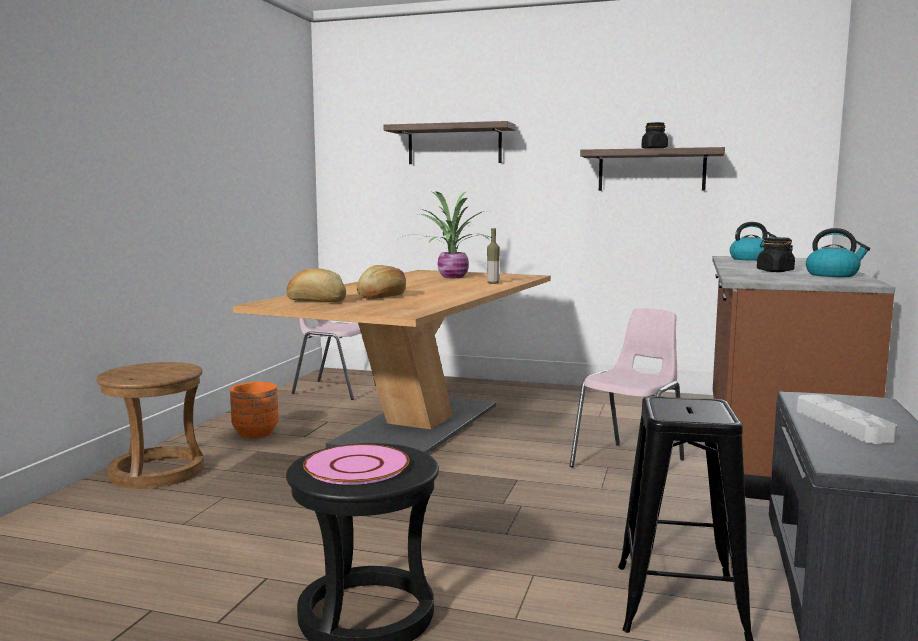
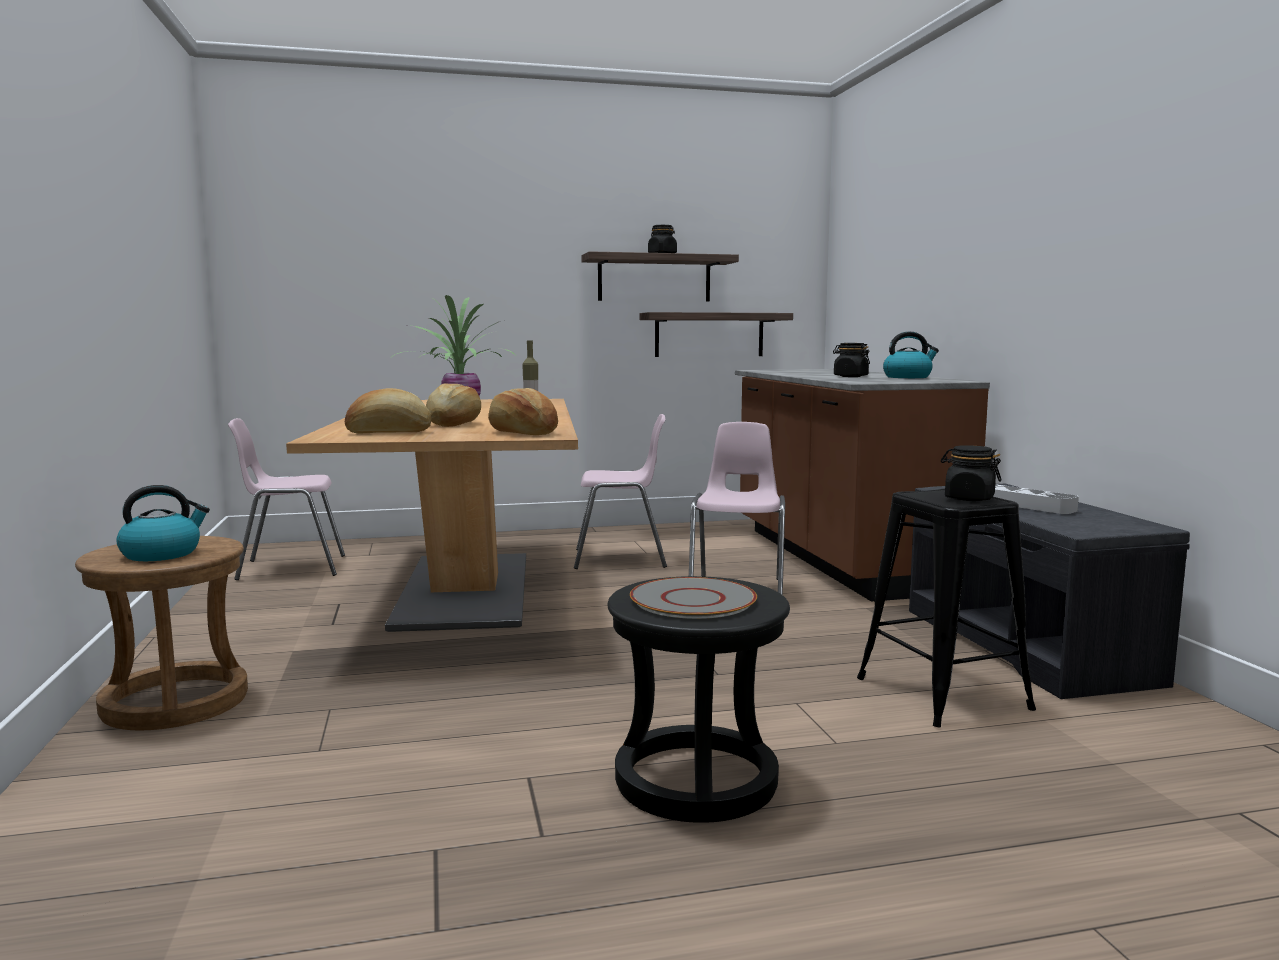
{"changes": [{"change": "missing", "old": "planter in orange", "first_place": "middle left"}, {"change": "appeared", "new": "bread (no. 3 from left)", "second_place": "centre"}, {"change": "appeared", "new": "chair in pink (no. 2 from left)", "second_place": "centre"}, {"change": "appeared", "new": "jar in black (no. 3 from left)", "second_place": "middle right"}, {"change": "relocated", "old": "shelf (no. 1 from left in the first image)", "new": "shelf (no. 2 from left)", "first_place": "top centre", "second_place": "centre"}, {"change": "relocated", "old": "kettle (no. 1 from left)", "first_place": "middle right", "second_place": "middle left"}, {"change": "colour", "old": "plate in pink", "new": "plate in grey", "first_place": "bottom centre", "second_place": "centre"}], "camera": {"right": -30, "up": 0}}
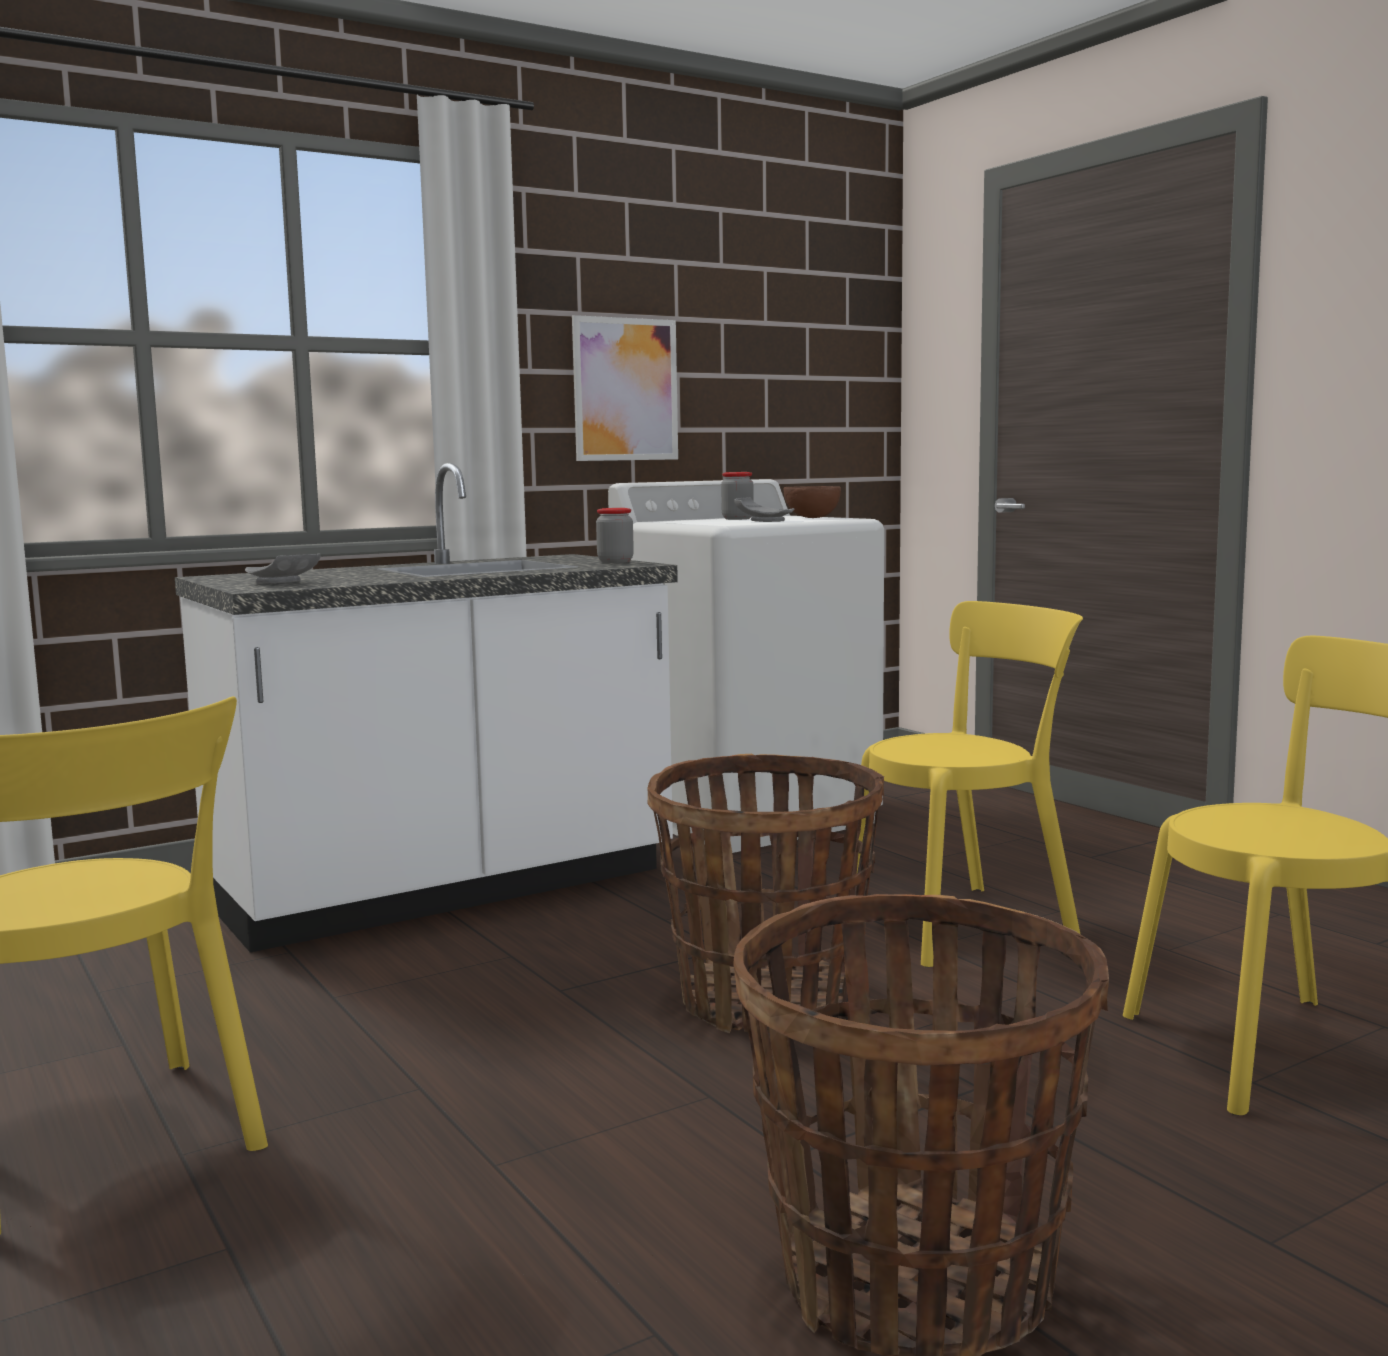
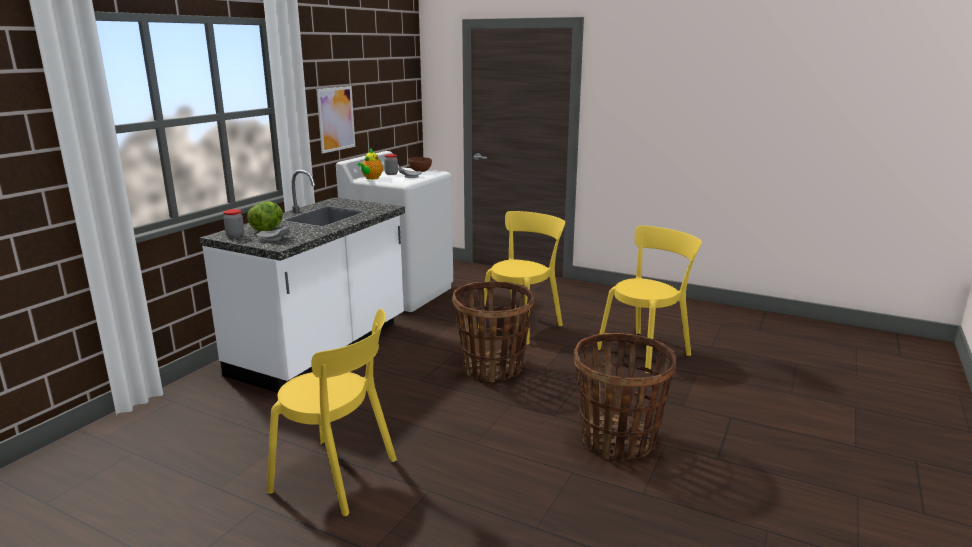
{"changes": [{"change": "appeared", "new": "lettuce", "second_place": "middle left"}, {"change": "appeared", "new": "teapot", "second_place": "top centre"}, {"change": "relocated", "old": "jar (no. 1 from left)", "first_place": "centre", "second_place": "middle left"}], "camera": {"right": -30, "up": 10}}
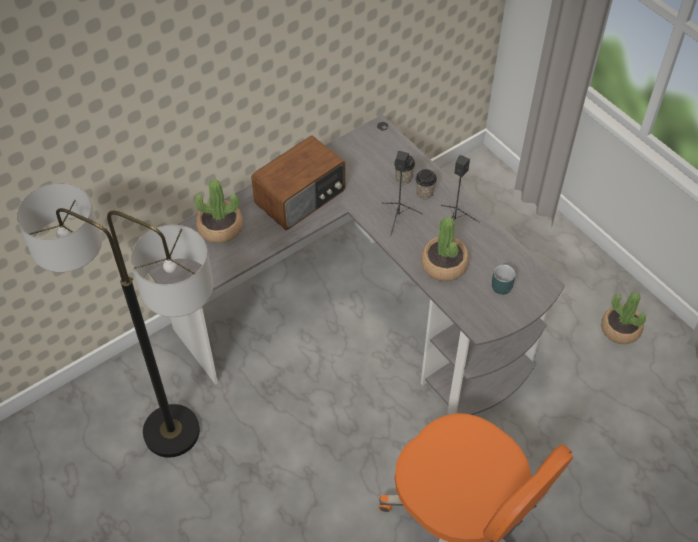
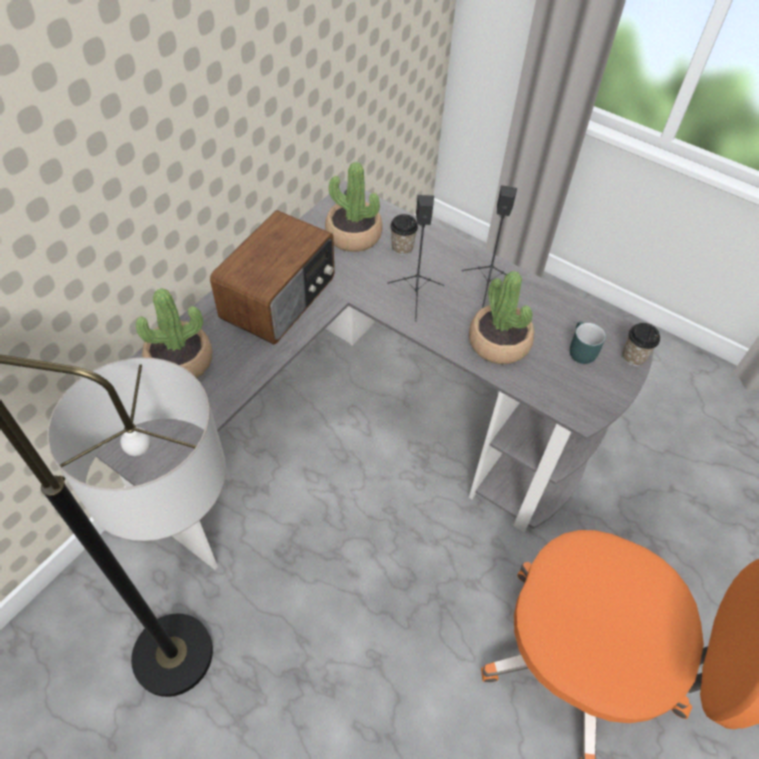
{"changes": [{"change": "relocated", "old": "cup (no. 2 from left)", "first_place": "centre", "second_place": "middle right"}, {"change": "relocated", "old": "potted plant (no. 3 from left in the first image)", "new": "potted plant (no. 2 from left)", "first_place": "middle right", "second_place": "top centre"}], "camera": {"right": -20, "up": 0}}
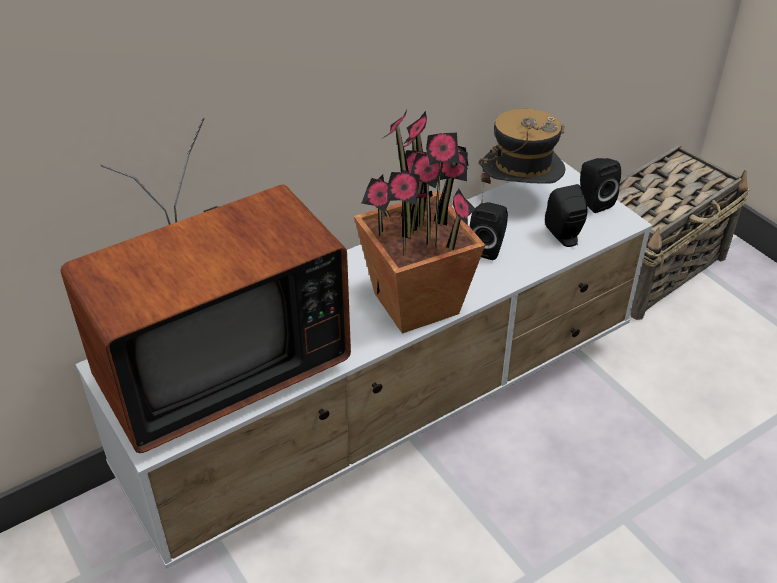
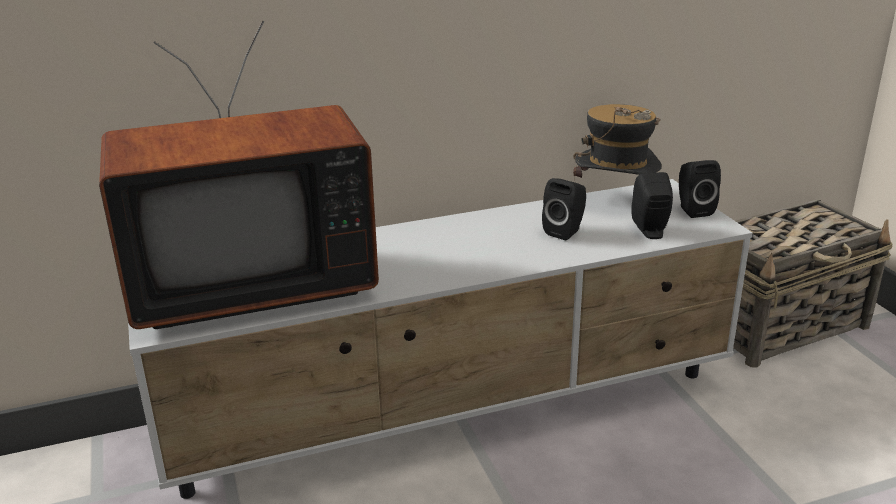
{"changes": [{"change": "missing", "old": "potted plant", "first_place": "centre"}], "camera": {"right": 15, "up": -15}}
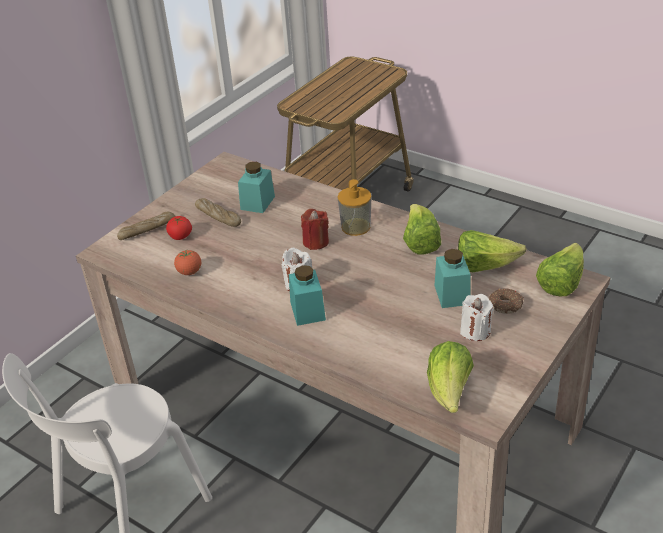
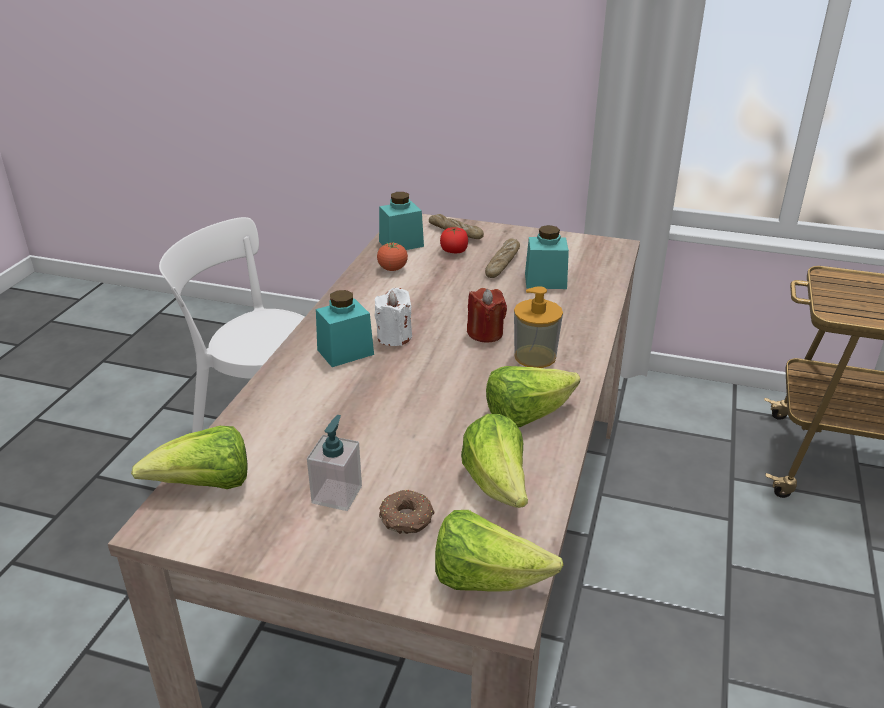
{"changes": [{"change": "relocated", "old": "jar in turquoise (no. 3 from left in the first image)", "new": "jar in turquoise (no. 2 from left)", "first_place": "middle right", "second_place": "top centre"}, {"change": "exchanged", "old": "candle in white (no. 2 from left)", "new": "soap dispenser (no. 1 from left)", "first_place": "middle right", "second_place": "centre"}], "camera": {"right": 70, "up": -5}}
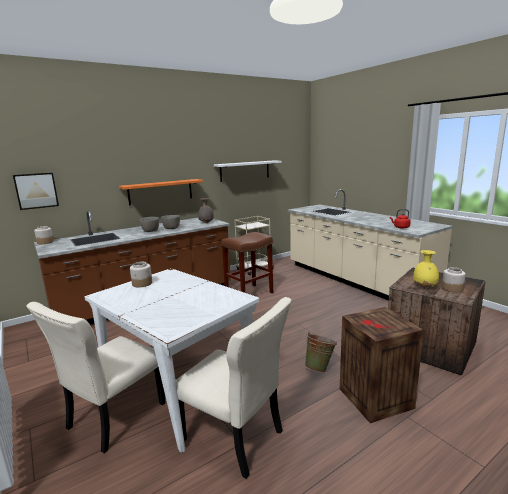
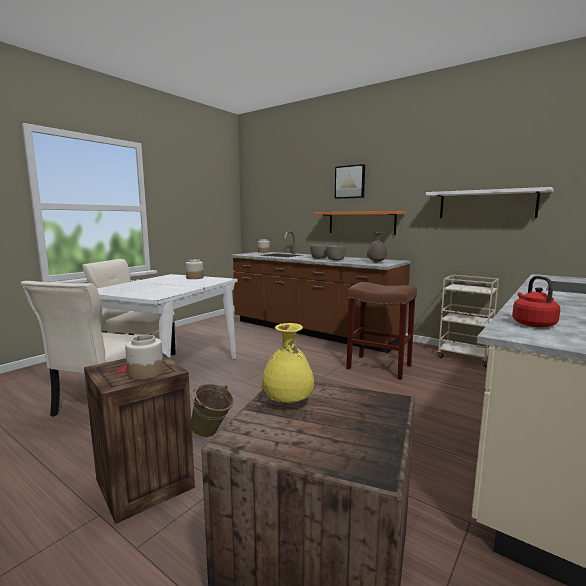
{"changes": [{"change": "relocated", "old": "picture", "first_place": "middle left", "second_place": "top centre"}, {"change": "relocated", "old": "jar (no. 3 from left in the first image)", "new": "jar (no. 1 from left)", "first_place": "middle right", "second_place": "middle left"}], "camera": {"right": 70, "up": -5}}
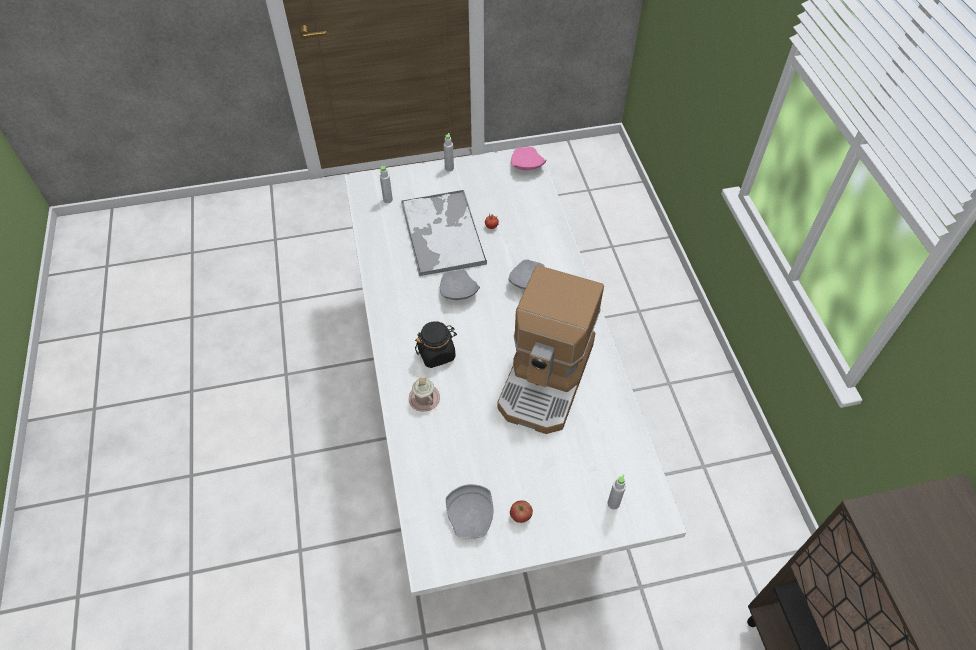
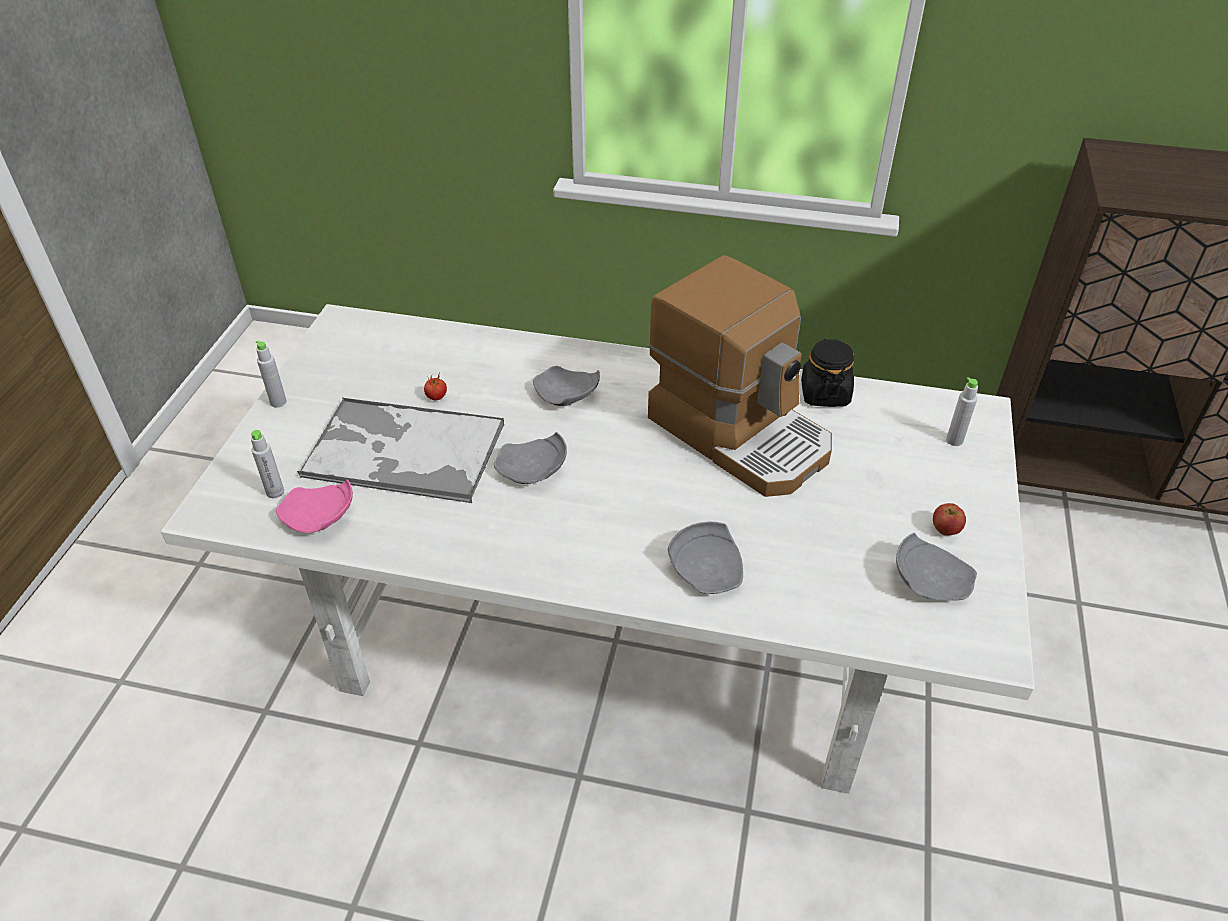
{"changes": [{"change": "relocated", "old": "jar in black", "first_place": "centre", "second_place": "middle right"}, {"change": "relocated", "old": "plate in pink", "first_place": "top centre", "second_place": "middle left"}, {"change": "exchanged", "old": "mug in pink", "new": "plate in grey (no. 3 from left)", "first_place": "centre", "second_place": "centre"}], "camera": {"right": -65, "up": -10}}
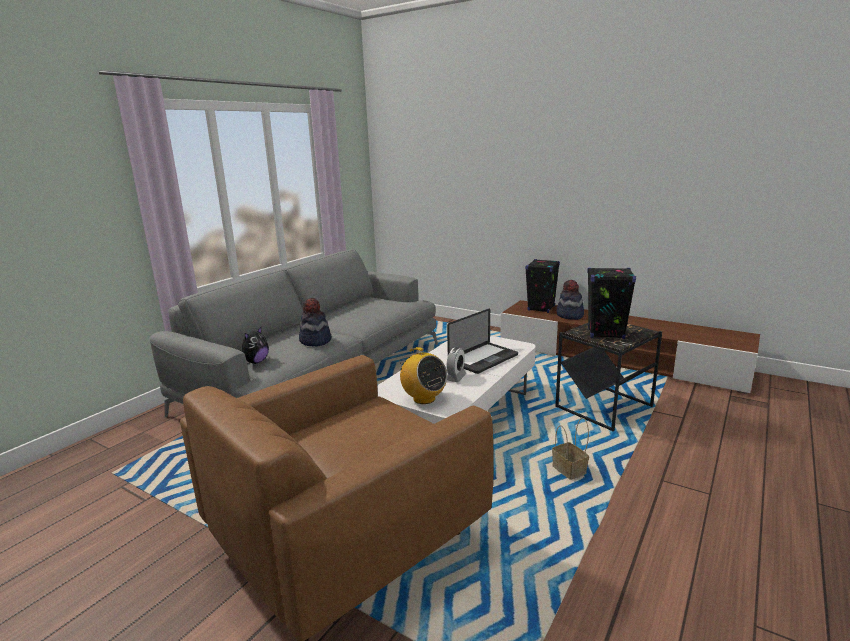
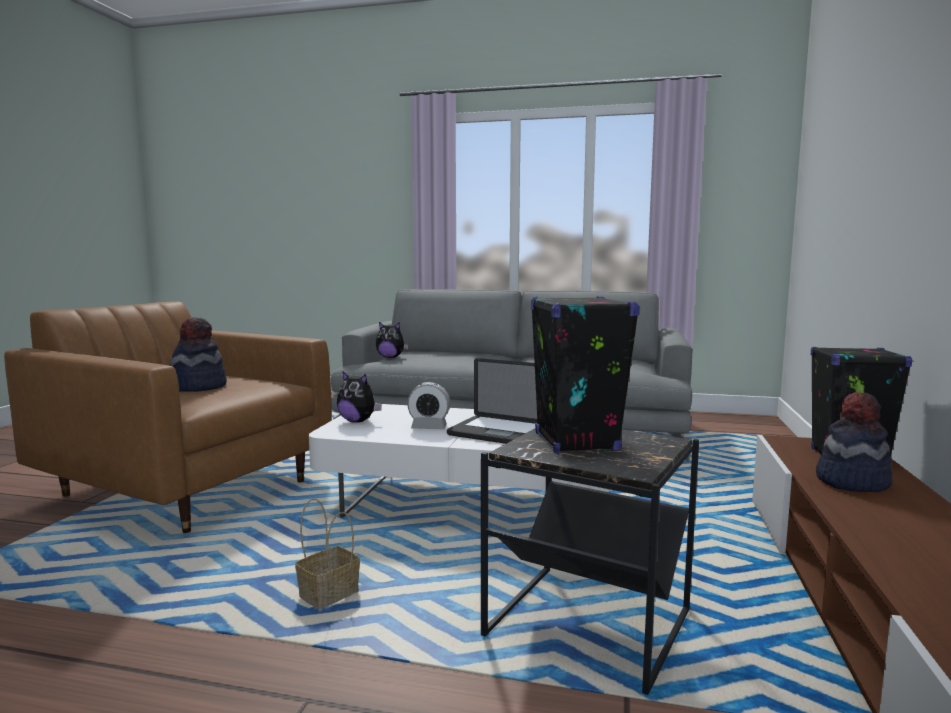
{"changes": [{"change": "relocated", "old": "hat (no. 1 from left)", "first_place": "centre", "second_place": "middle left"}, {"change": "exchanged", "old": "radio", "new": "plush toy (no. 1 from left)", "first_place": "centre", "second_place": "centre"}], "camera": {"right": 70, "up": -10}}
